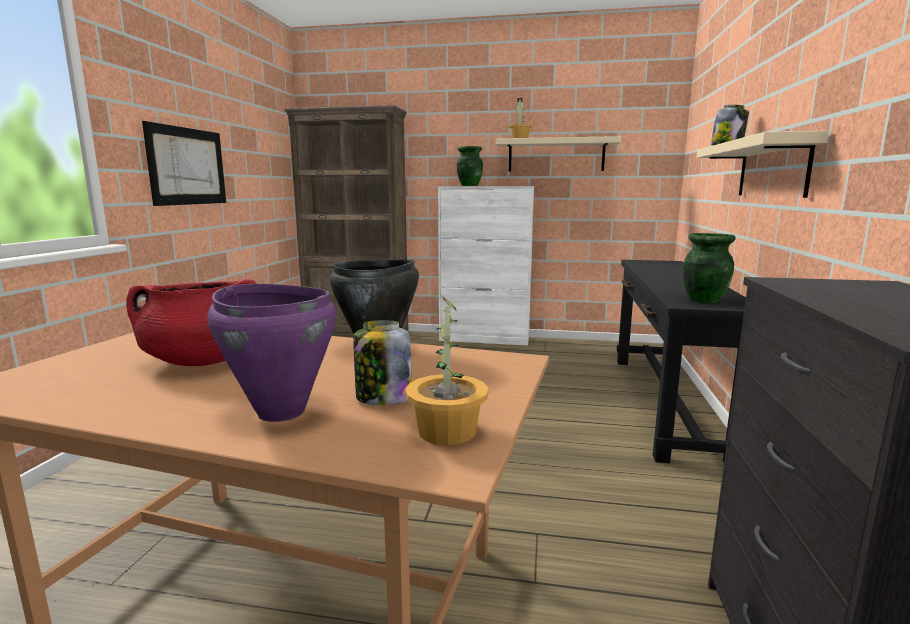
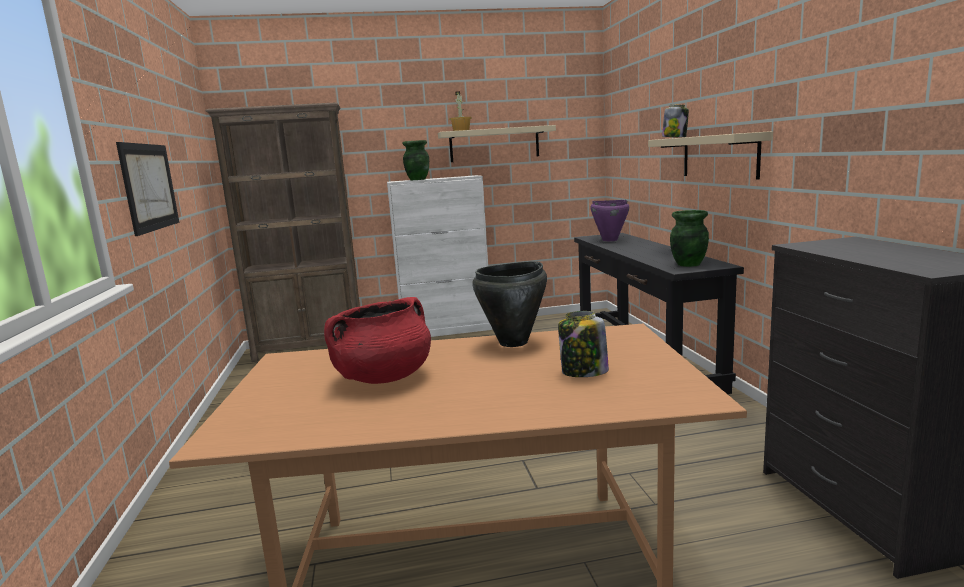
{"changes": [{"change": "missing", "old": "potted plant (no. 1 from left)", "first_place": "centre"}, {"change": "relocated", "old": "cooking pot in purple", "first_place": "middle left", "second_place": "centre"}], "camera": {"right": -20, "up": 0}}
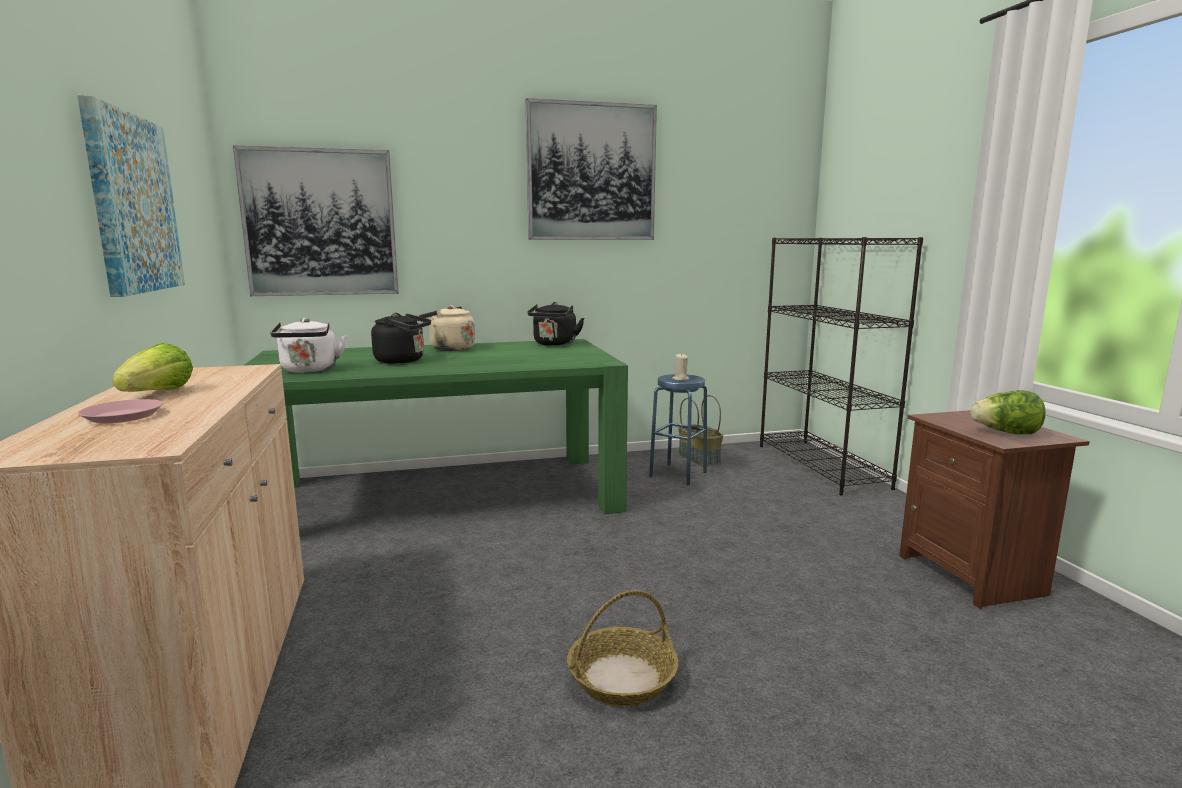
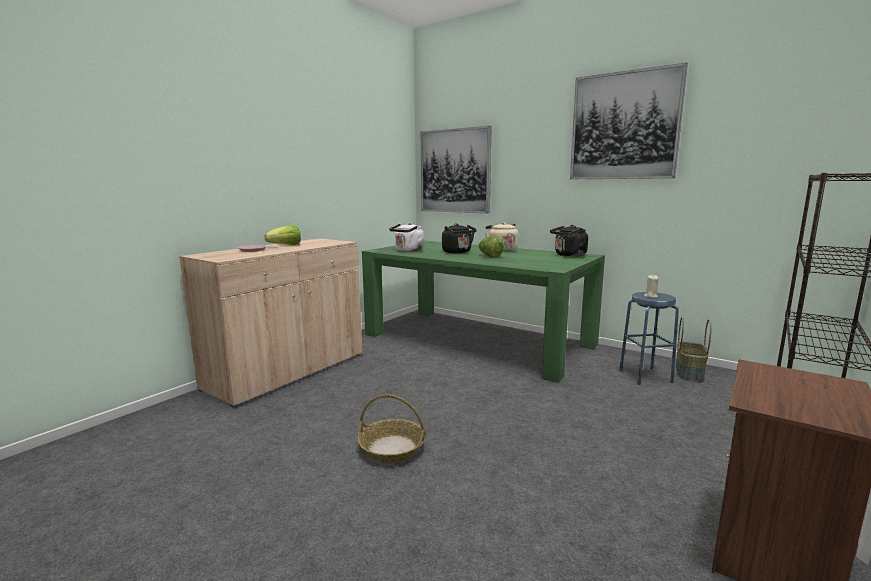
{"changes": [{"change": "missing", "old": "picture (no. 1 from left)", "first_place": "top left"}, {"change": "relocated", "old": "lettuce (no. 2 from left)", "first_place": "middle right", "second_place": "centre"}], "camera": {"right": 50, "up": 0}}
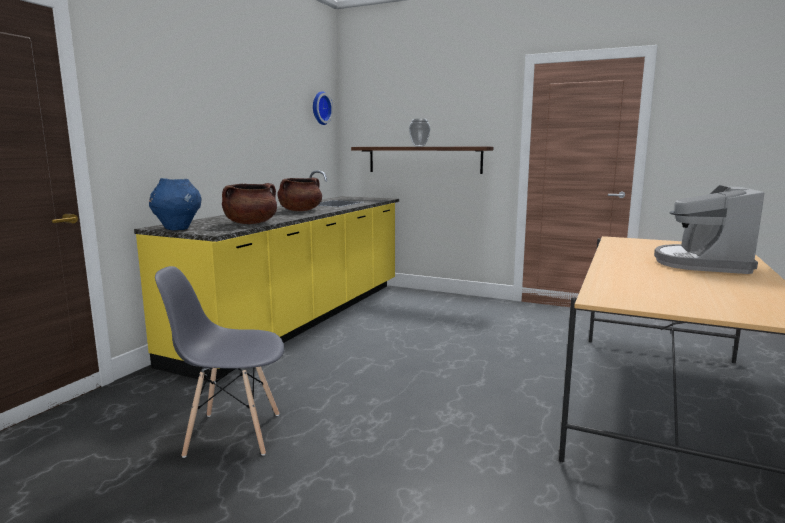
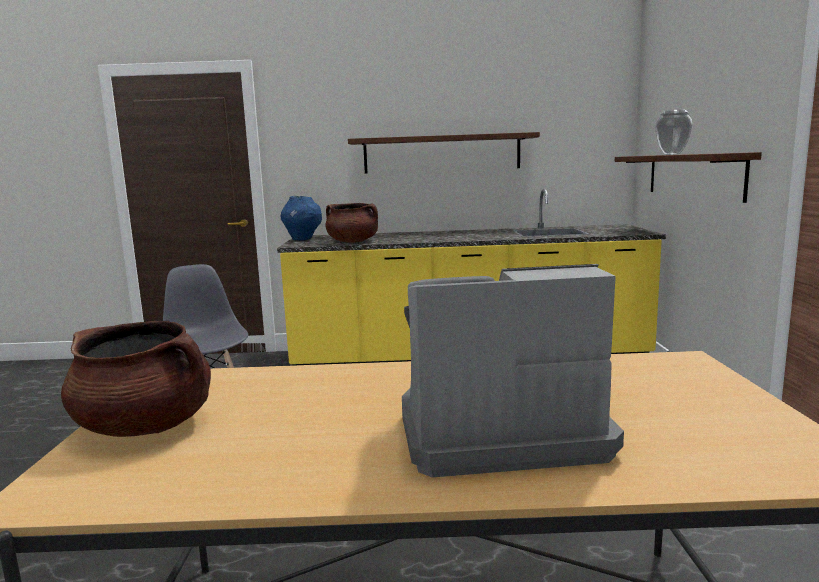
{"changes": [{"change": "missing", "old": "wall clock", "first_place": "top centre"}, {"change": "appeared", "new": "shelf (no. 1 from left)", "second_place": "top centre"}, {"change": "relocated", "old": "cooking pot in brown (no. 2 from left in the first image)", "new": "cooking pot in brown (no. 1 from left)", "first_place": "centre", "second_place": "middle left"}], "camera": {"right": 65, "up": 0}}
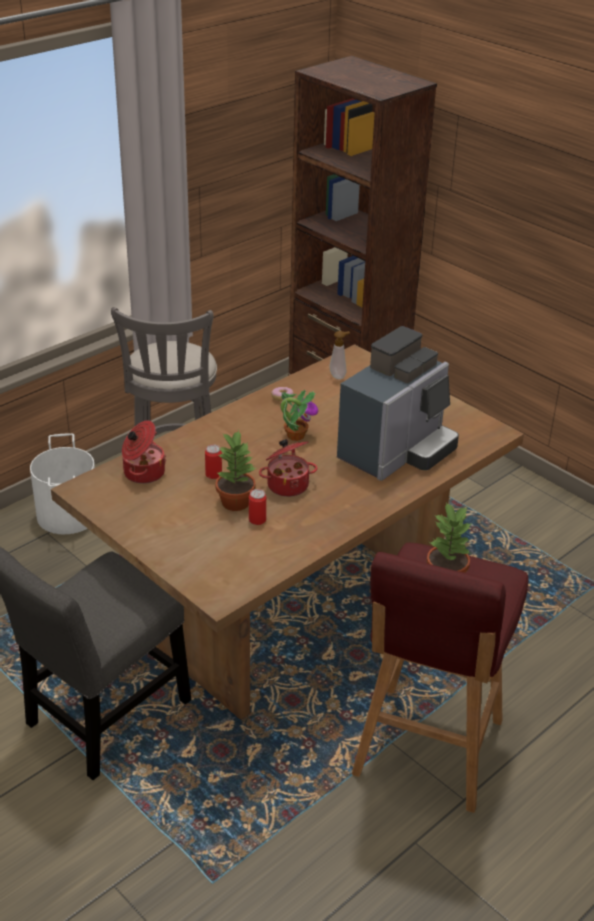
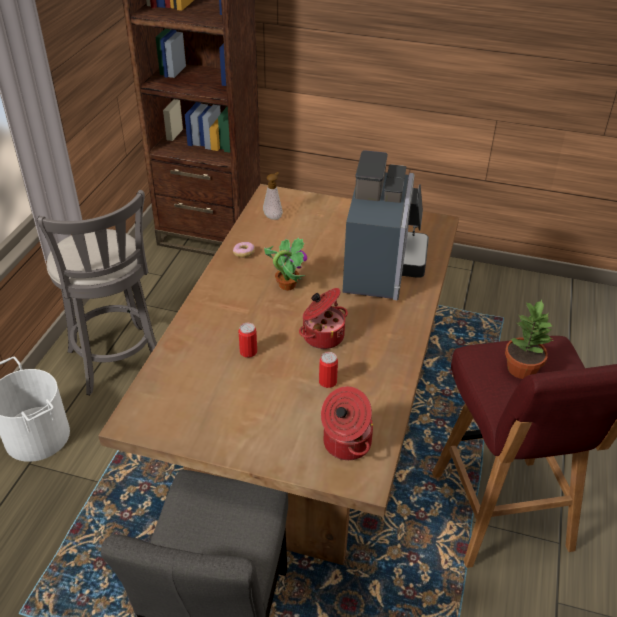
{"changes": [{"change": "missing", "old": "potted plant (no. 1 from left)", "first_place": "centre"}, {"change": "relocated", "old": "cooking pot (no. 1 from left in the first image)", "new": "cooking pot (no. 2 from left)", "first_place": "middle left", "second_place": "bottom centre"}], "camera": {"right": -30, "up": 5}}
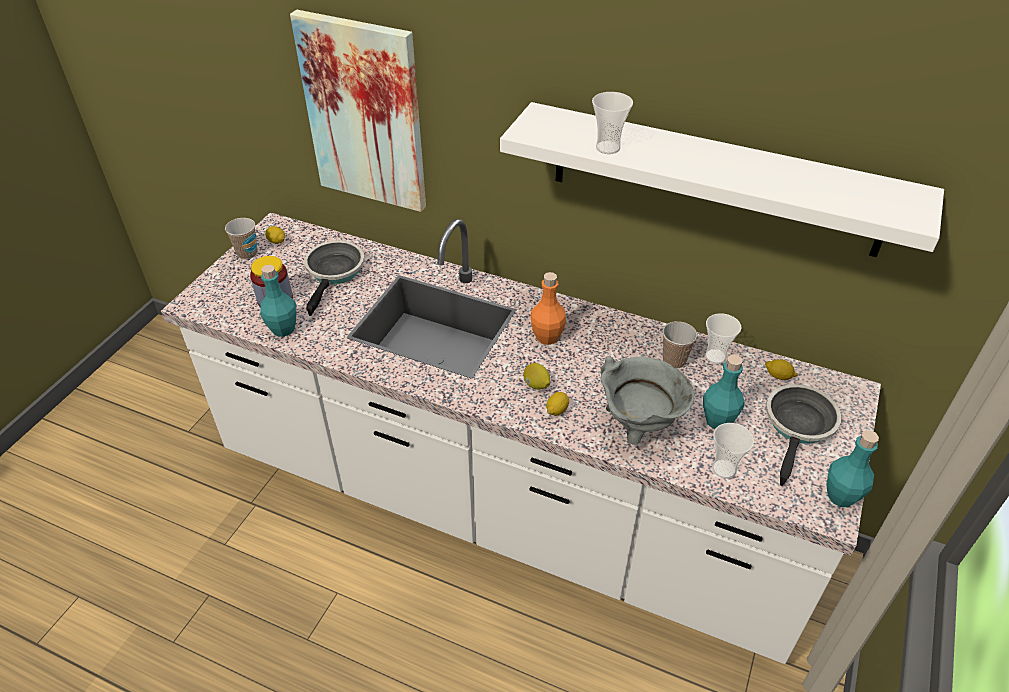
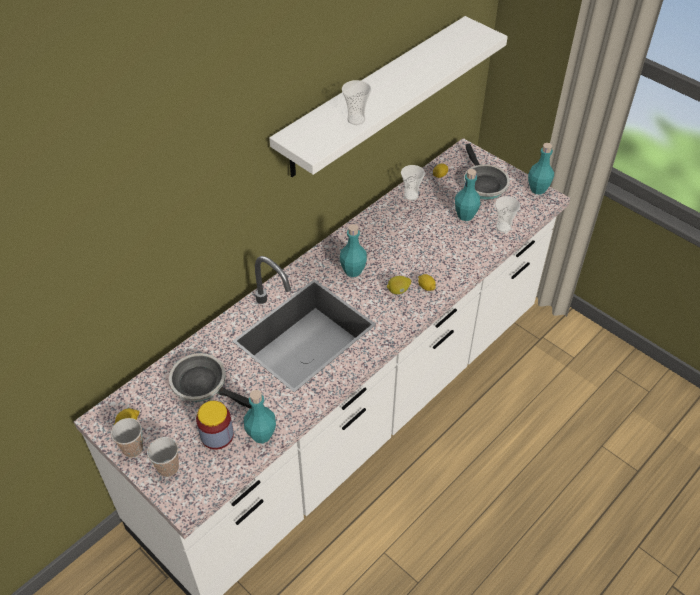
{"changes": [{"change": "missing", "old": "picture", "first_place": "top centre"}, {"change": "missing", "old": "cooking pot in grey", "first_place": "centre"}, {"change": "relocated", "old": "cup (no. 3 from left in the first image)", "new": "cup (no. 2 from left)", "first_place": "middle right", "second_place": "bottom left"}, {"change": "colour", "old": "bottle in orange", "new": "bottle in turquoise (no. 2 from left)", "first_place": "centre", "second_place": "centre"}, {"change": "spun", "old": "frying pan (no. 2 from left)", "first_place": "middle right", "second_place": "top right", "degrees": -150}], "camera": {"right": -70, "up": 5}}
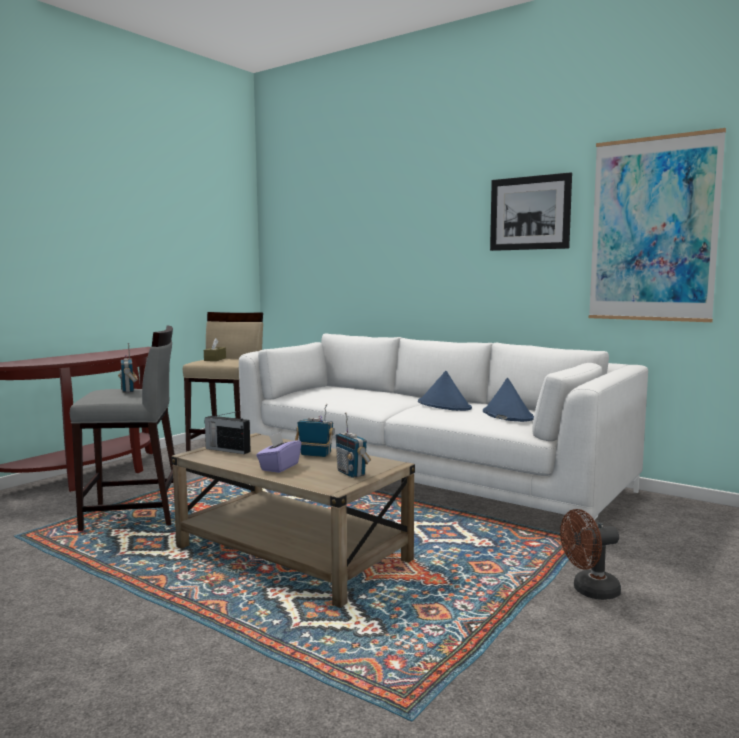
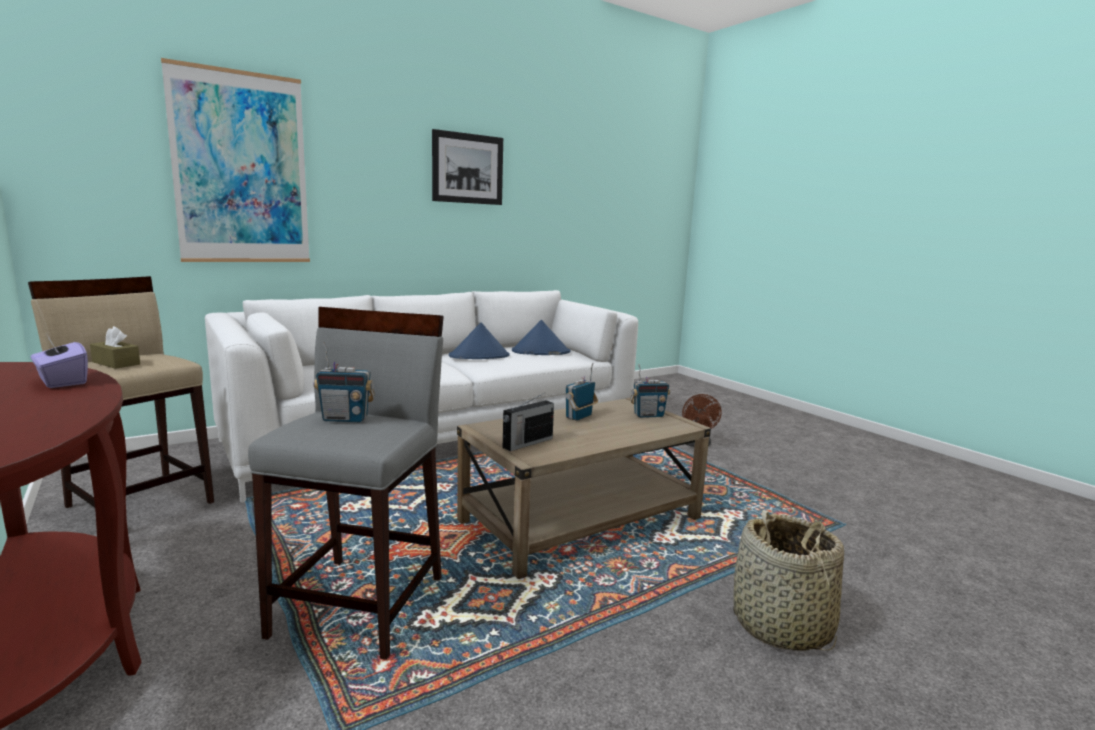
{"changes": [{"change": "appeared", "new": "basket", "second_place": "bottom right"}, {"change": "relocated", "old": "tissue box in purple", "first_place": "centre", "second_place": "middle left"}, {"change": "relocated", "old": "picture (no. 2 from left in the first image)", "new": "picture (no. 1 from left)", "first_place": "top right", "second_place": "top left"}], "camera": {"right": -70, "up": 5}}
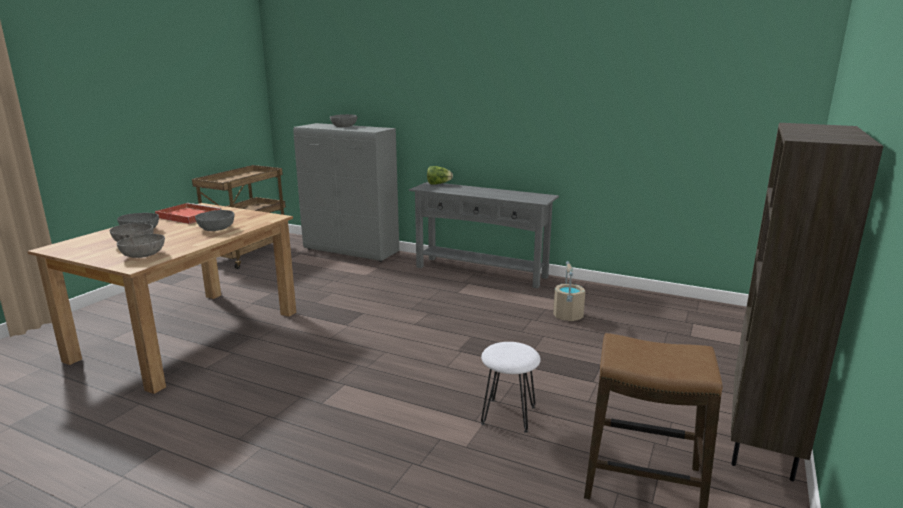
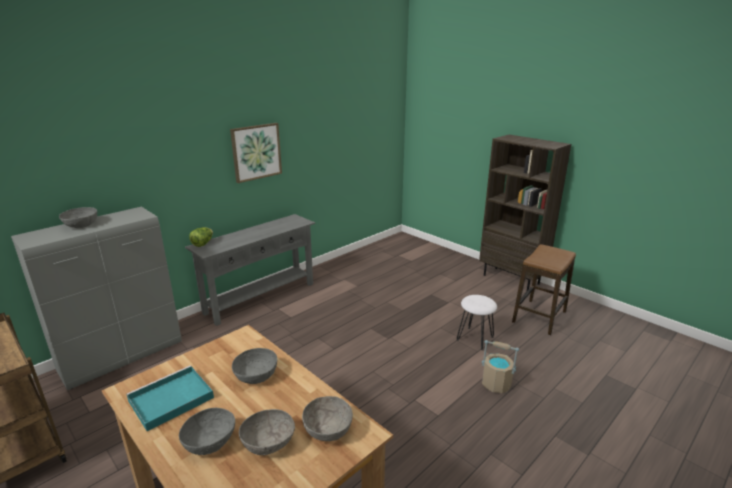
{"changes": [{"change": "appeared", "new": "picture", "second_place": "top centre"}, {"change": "relocated", "old": "bucket in beige", "first_place": "centre", "second_place": "bottom right"}, {"change": "colour", "old": "tray in red", "new": "tray in turquoise", "first_place": "middle left", "second_place": "bottom left"}], "camera": {"right": -70, "up": 5}}
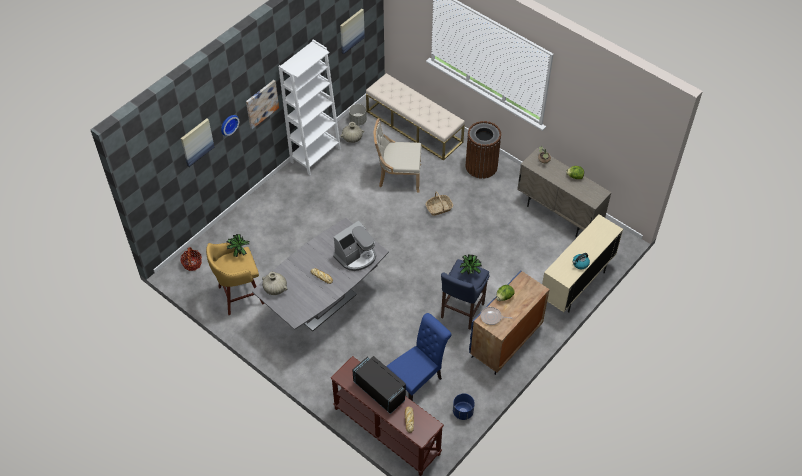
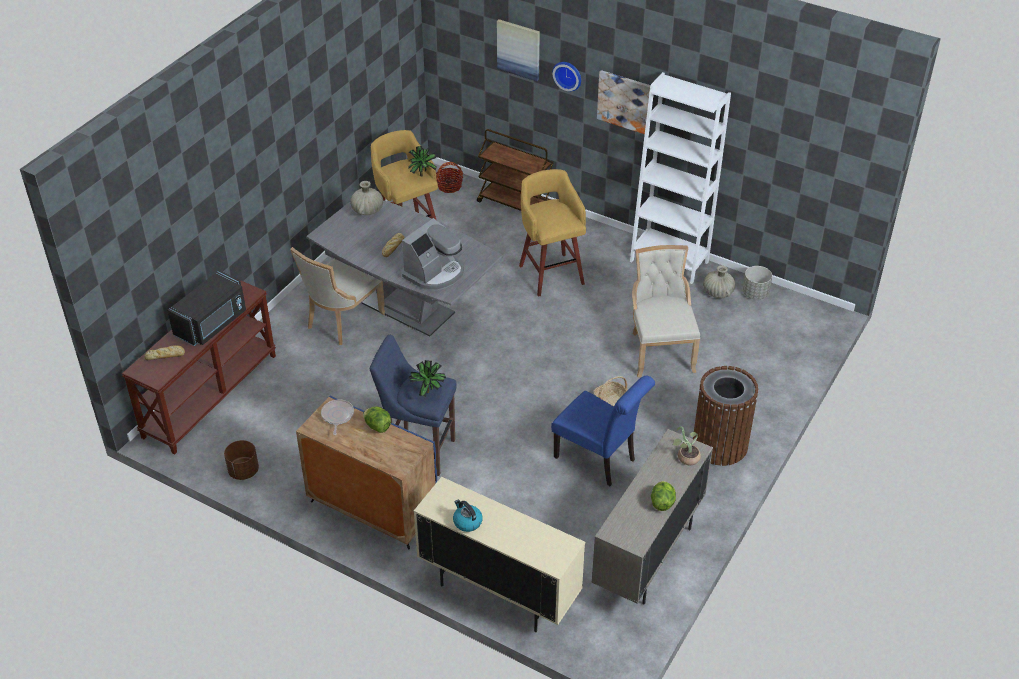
{"changes": [{"change": "missing", "old": "picture (no. 3 from left)", "first_place": "top centre"}, {"change": "missing", "old": "bench in beige", "first_place": "top centre"}, {"change": "appeared", "new": "chair in beige (no. 1 from left)", "second_place": "middle left"}, {"change": "appeared", "new": "cart in brown", "second_place": "top centre"}, {"change": "appeared", "new": "stool in yellow (no. 2 from left)", "second_place": "centre"}, {"change": "relocated", "old": "chair in blue", "first_place": "bottom centre", "second_place": "centre"}, {"change": "colour", "old": "planter in blue", "new": "planter in brown", "first_place": "bottom centre", "second_place": "bottom left"}, {"change": "spun", "old": "coffee machine", "first_place": "centre", "second_place": "centre", "degrees": -90}], "camera": {"right": 80, "up": -10}}
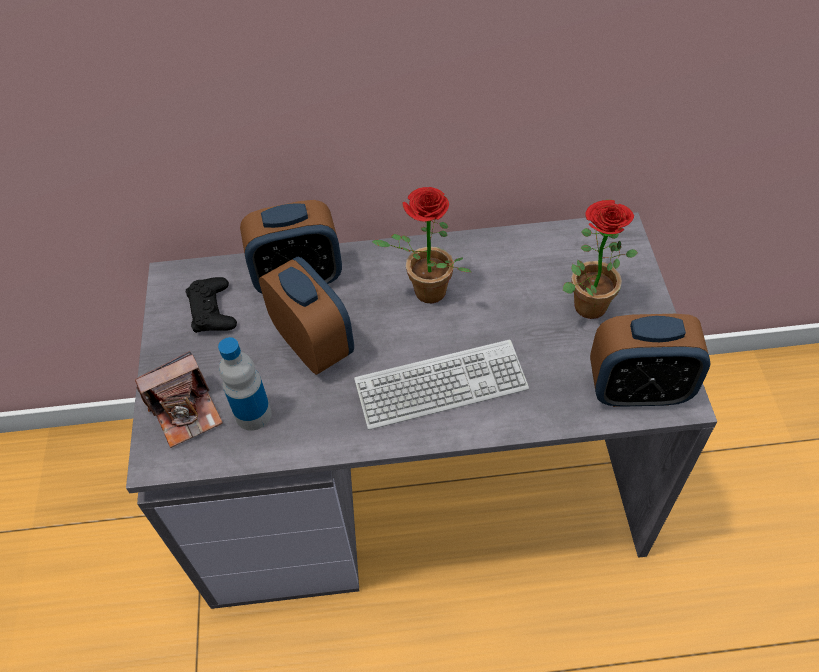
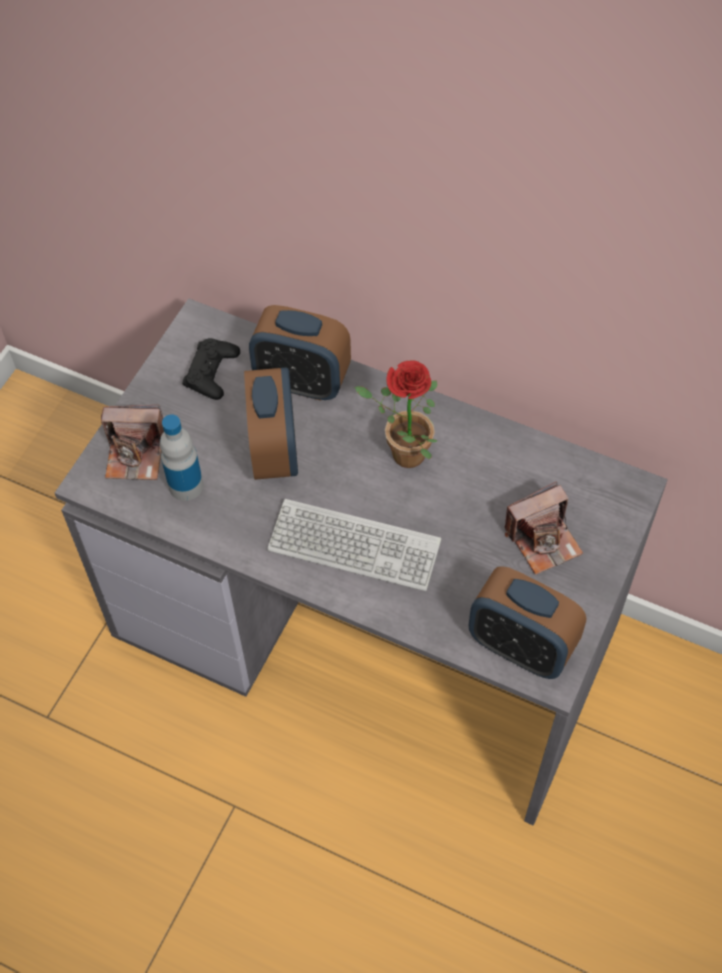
{"changes": [{"change": "exchanged", "old": "potted plant (no. 2 from left)", "new": "photo camera (no. 2 from left)", "first_place": "middle right", "second_place": "middle right"}], "camera": {"right": 30, "up": 5}}
